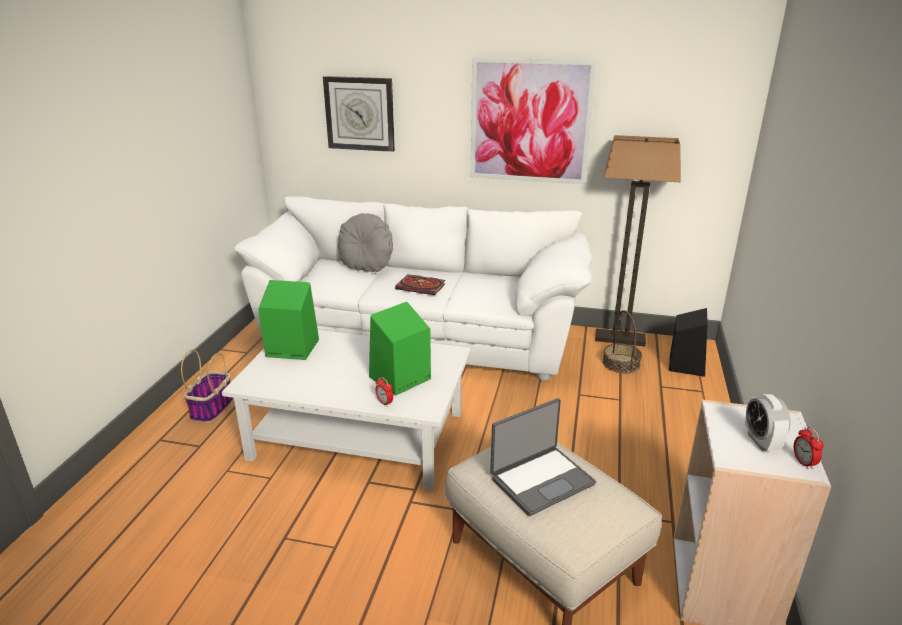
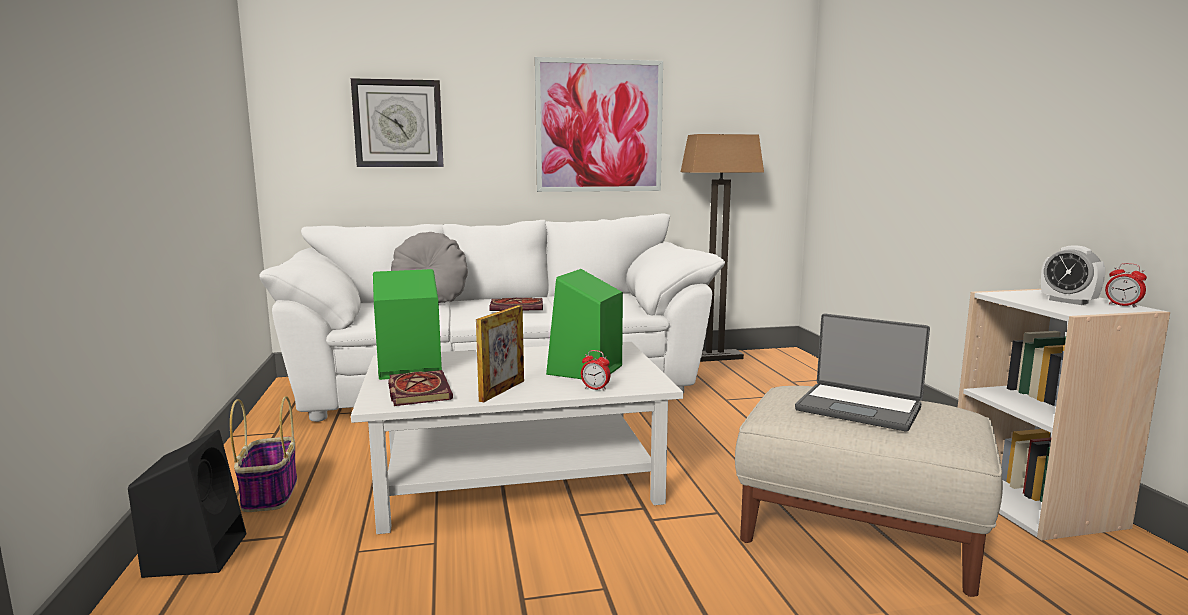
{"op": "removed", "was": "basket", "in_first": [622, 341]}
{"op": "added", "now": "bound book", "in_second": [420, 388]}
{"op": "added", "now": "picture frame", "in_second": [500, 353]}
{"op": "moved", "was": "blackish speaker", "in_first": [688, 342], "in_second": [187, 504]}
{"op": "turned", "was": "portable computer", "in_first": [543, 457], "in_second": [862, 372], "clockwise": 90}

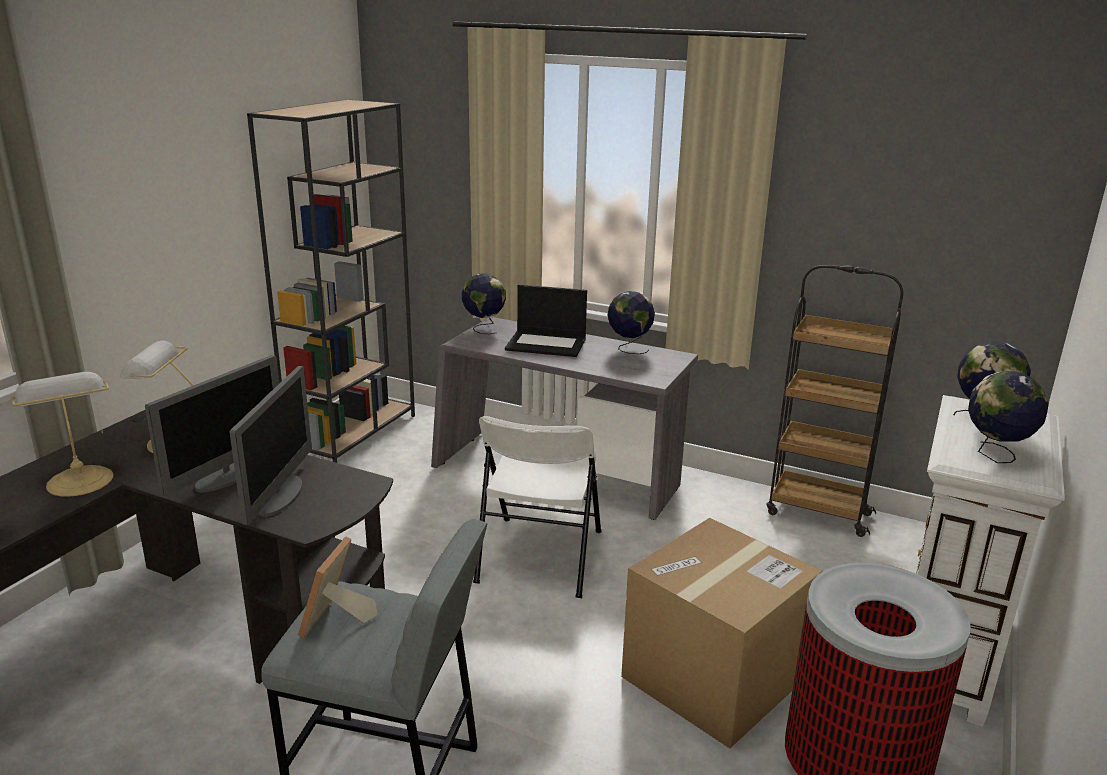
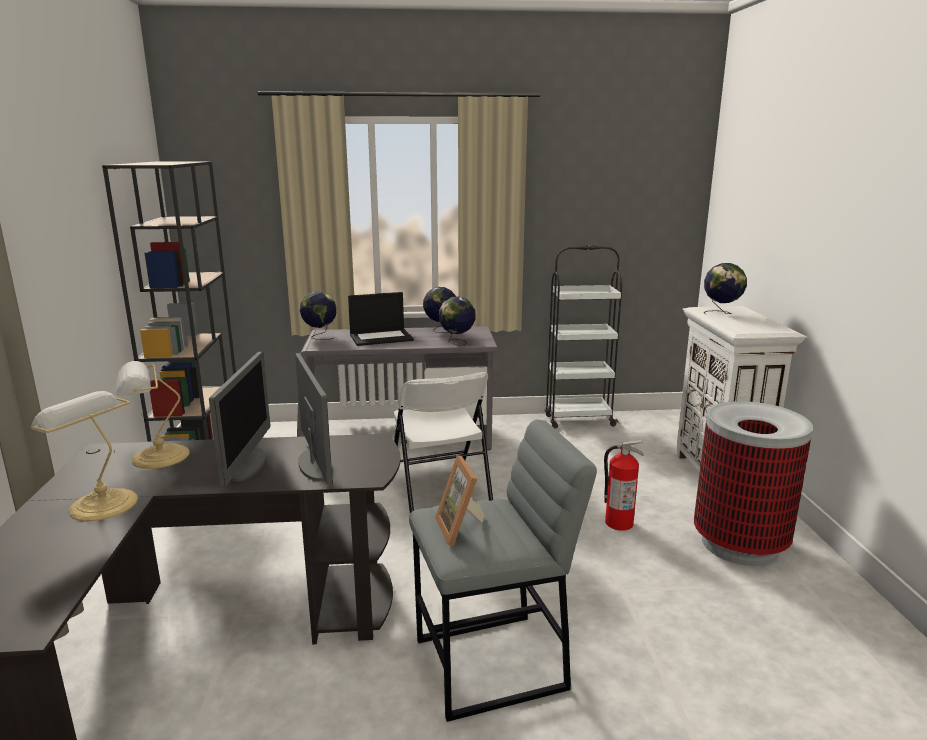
{"op": "moved", "was": "world globe", "in_first": [1008, 417], "in_second": [457, 321]}
{"op": "replaced", "was": "cardboard box", "now": "fire extinguisher", "in_first": [722, 633], "in_second": [623, 485]}
{"op": "recoloured", "was": "brown trolley", "now": "whitish trolley", "in_first": [834, 401], "in_second": [583, 337]}

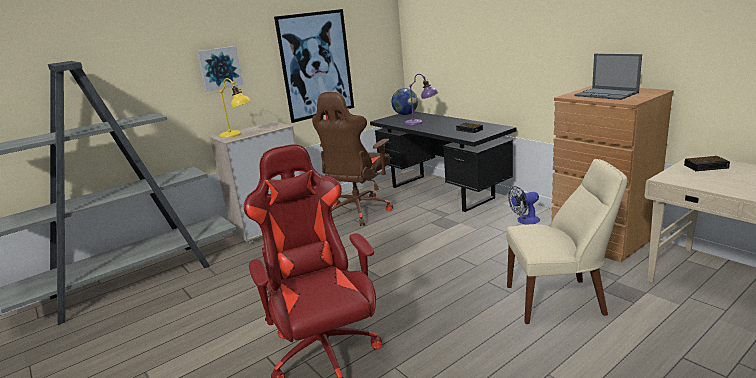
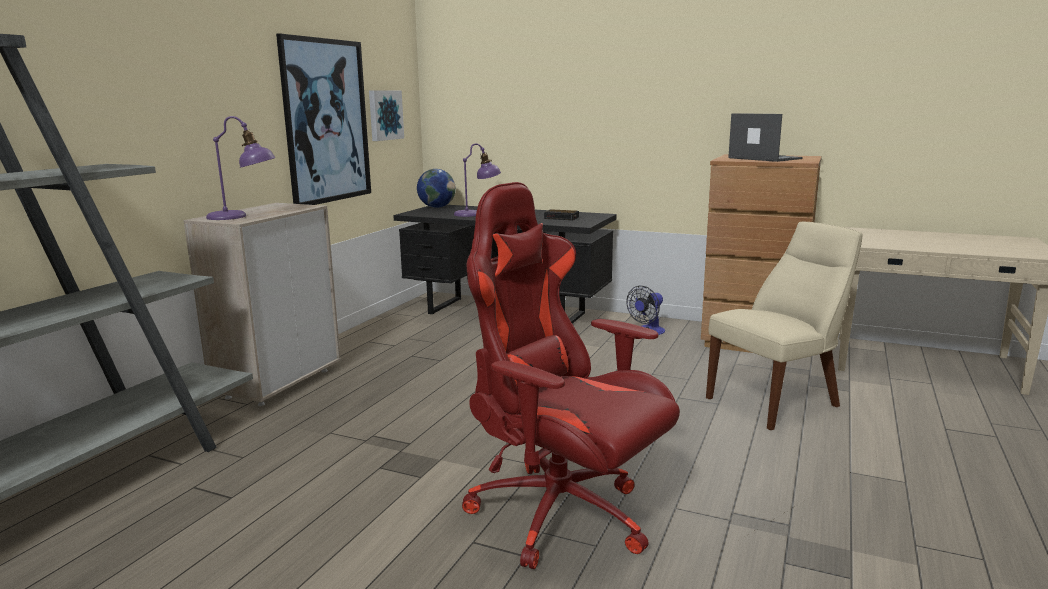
{"op": "removed", "was": "brown computer chair", "in_first": [352, 159]}
{"op": "removed", "was": "alarm clock", "in_first": [707, 163]}
{"op": "moved", "was": "picture", "in_first": [220, 69], "in_second": [386, 115]}
{"op": "recoloured", "was": "yellowish table lamp", "now": "purple table lamp", "in_first": [235, 108], "in_second": [241, 168]}
{"op": "turned", "was": "portable computer", "in_first": [608, 77], "in_second": [765, 137], "clockwise": -150}

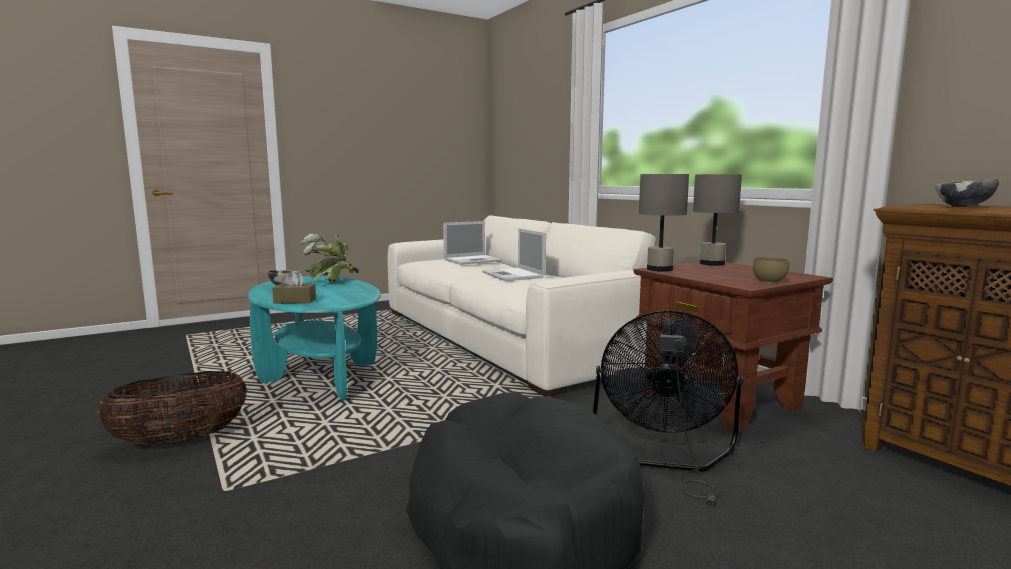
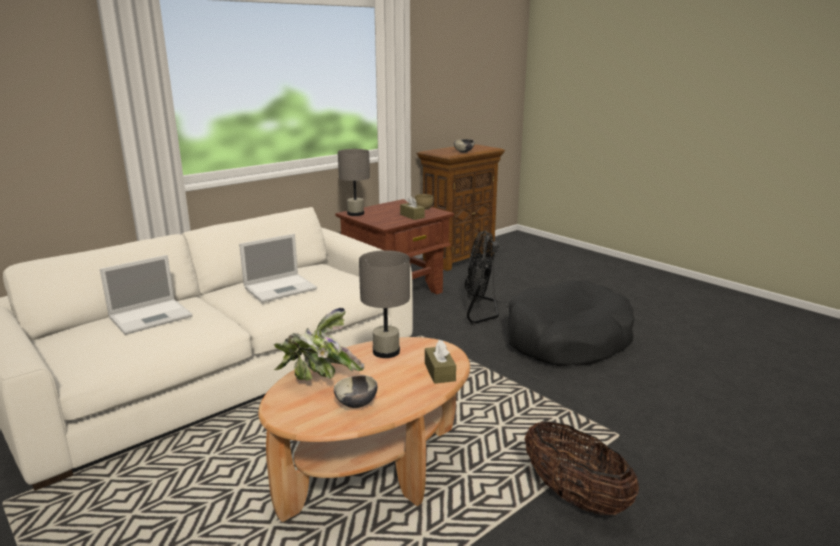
{"op": "added", "now": "brown box of tissues", "in_second": [412, 208]}
{"op": "moved", "was": "gray table lamp", "in_first": [664, 223], "in_second": [384, 304]}
{"op": "recoloured", "was": "blue-green low table", "now": "brown low table", "in_first": [314, 338], "in_second": [364, 429]}
{"op": "turned", "was": "portable computer", "in_first": [472, 243], "in_second": [146, 295], "clockwise": 90}

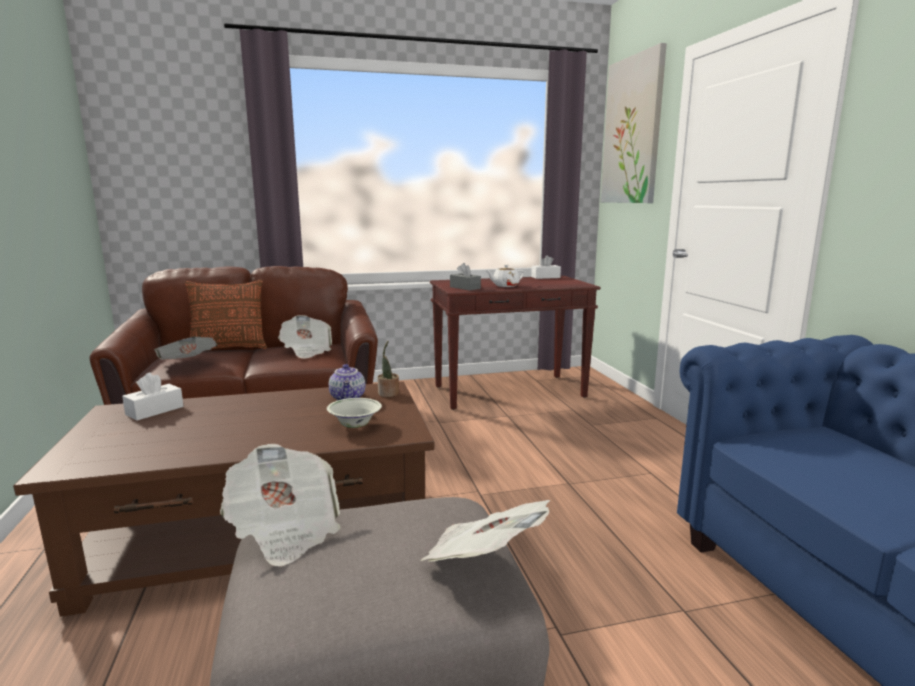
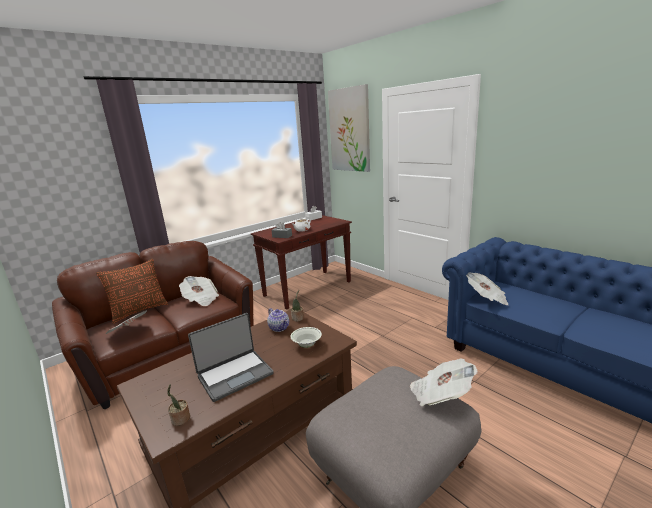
{"op": "removed", "was": "whitish box of tissues", "in_first": [153, 396]}
{"op": "added", "now": "houseplant", "in_second": [178, 405]}
{"op": "added", "now": "portable computer", "in_second": [231, 357]}
{"op": "moved", "was": "newspaper", "in_first": [280, 505], "in_second": [487, 289]}

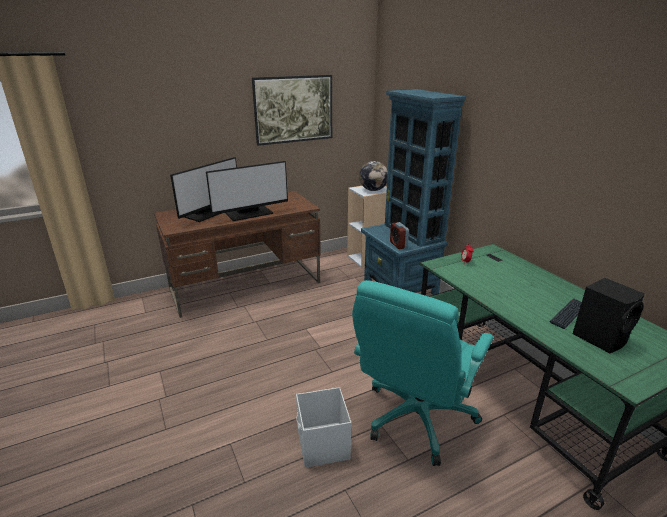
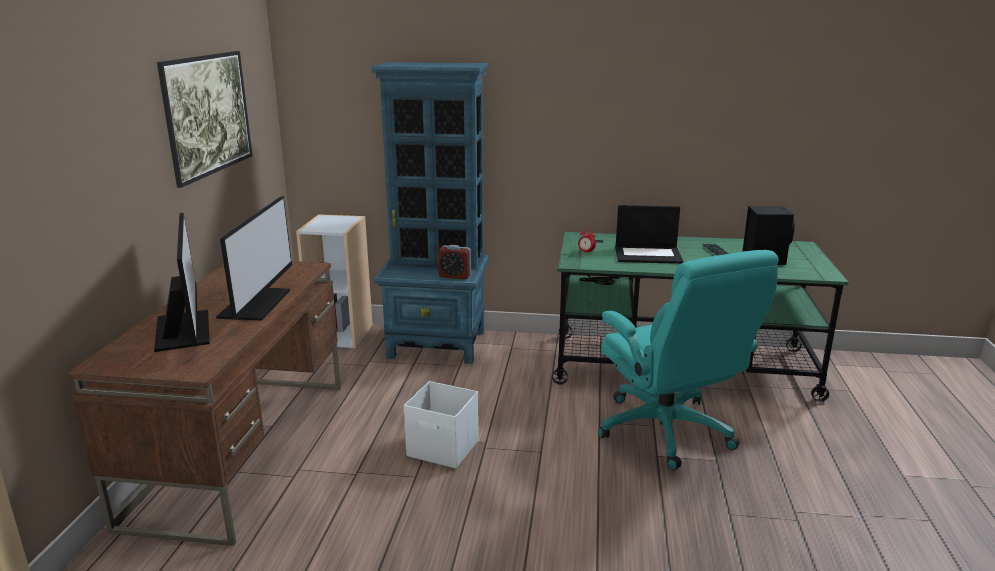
{"op": "removed", "was": "world globe", "in_first": [373, 176]}
{"op": "added", "now": "portable computer", "in_second": [649, 234]}
{"op": "moved", "was": "whitish storage bin", "in_first": [323, 427], "in_second": [441, 425]}

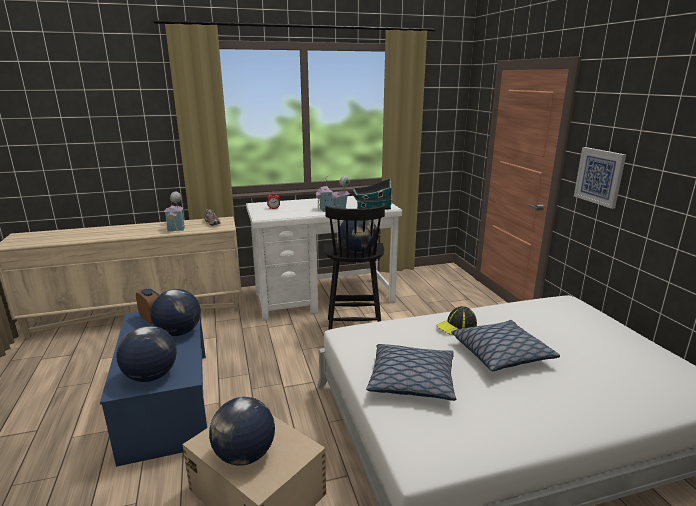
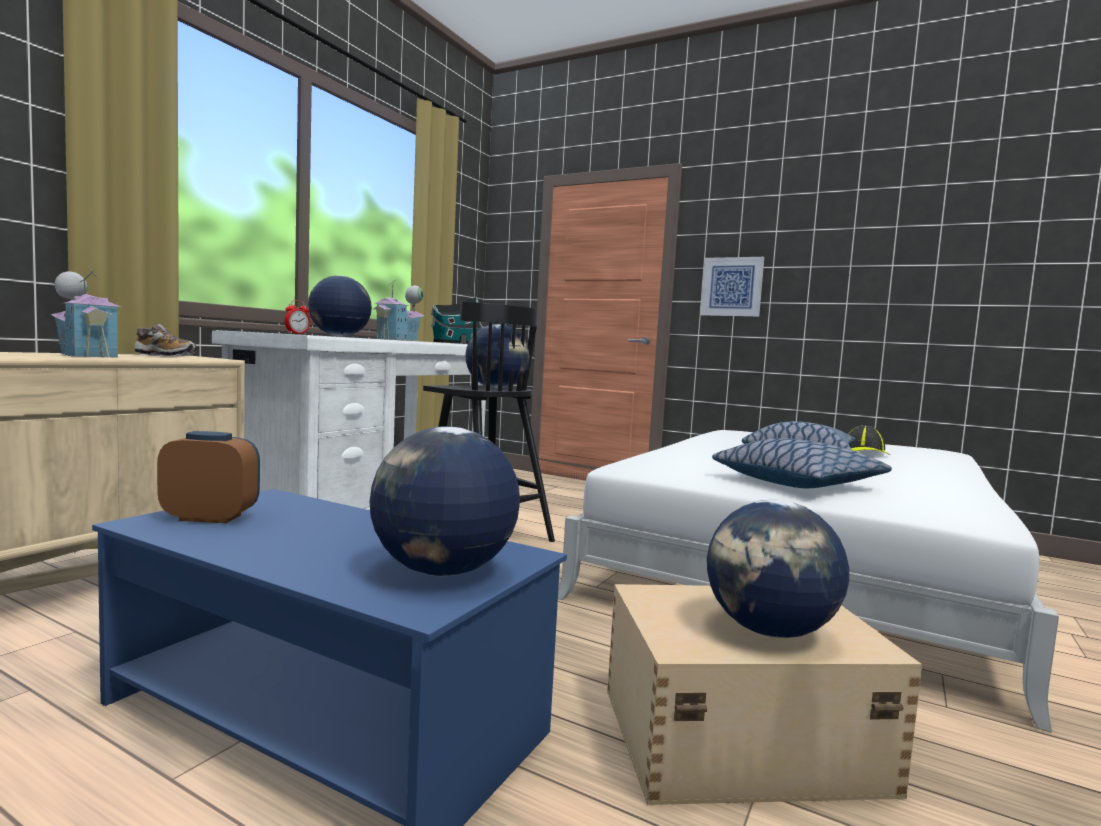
{"op": "moved", "was": "world globe", "in_first": [176, 312], "in_second": [340, 306]}
{"op": "moved", "was": "cap", "in_first": [456, 321], "in_second": [869, 440]}

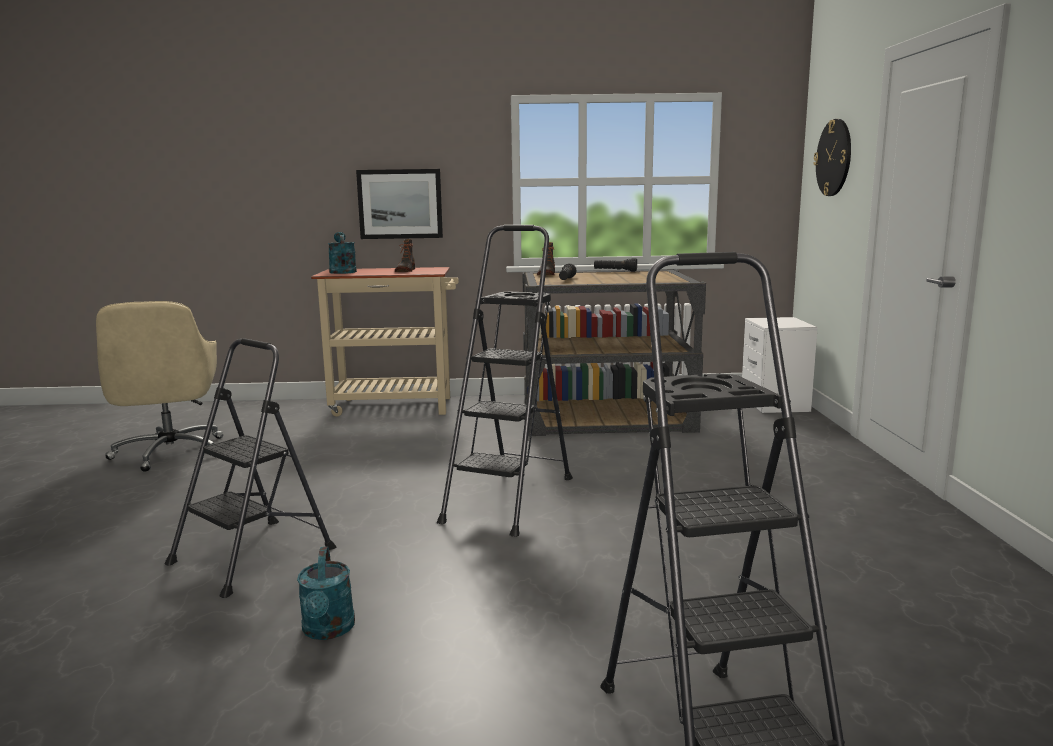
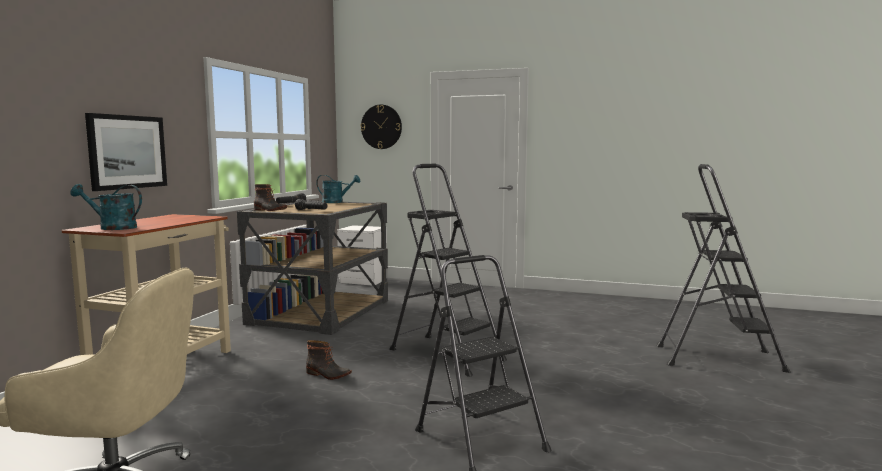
{"op": "moved", "was": "blue-green watering can", "in_first": [326, 593], "in_second": [338, 189]}
{"op": "moved", "was": "boot", "in_first": [405, 255], "in_second": [329, 360]}

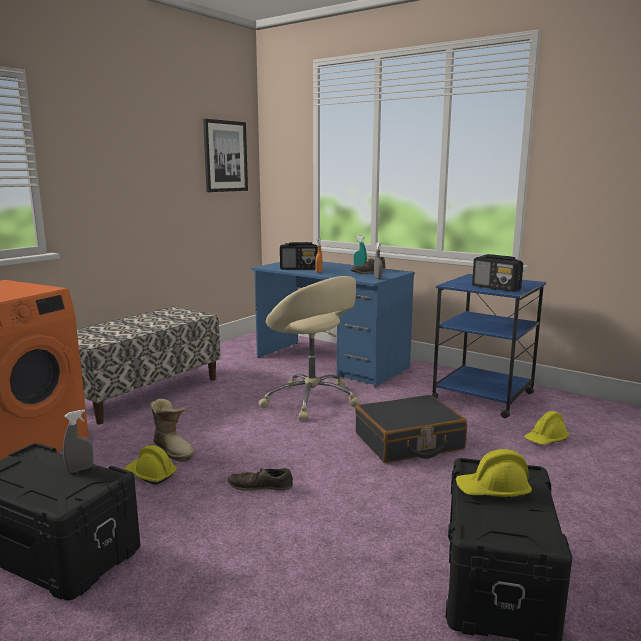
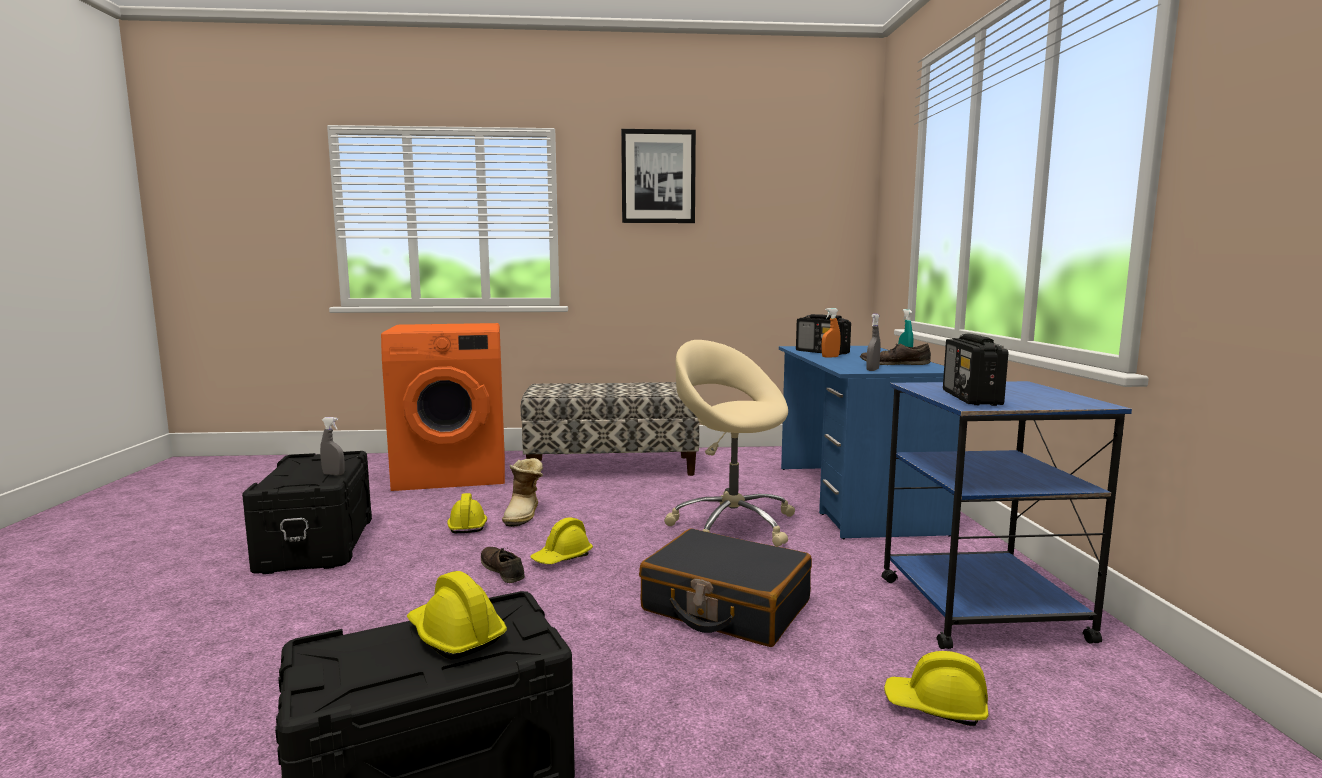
{"op": "added", "now": "yellowish safety helmet", "in_second": [561, 540]}
{"op": "moved", "was": "picture", "in_first": [225, 155], "in_second": [658, 176]}
{"op": "turned", "was": "sand-coloured computer chair", "in_first": [309, 348], "in_second": [729, 443], "clockwise": 120}

